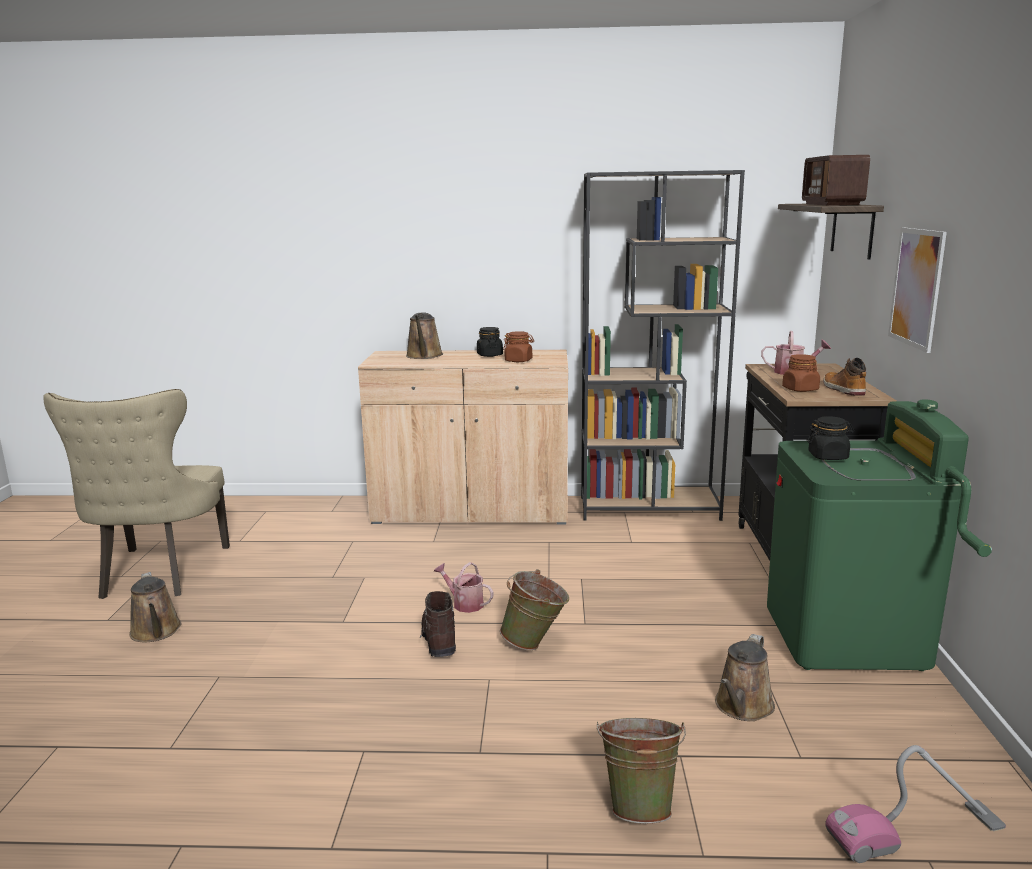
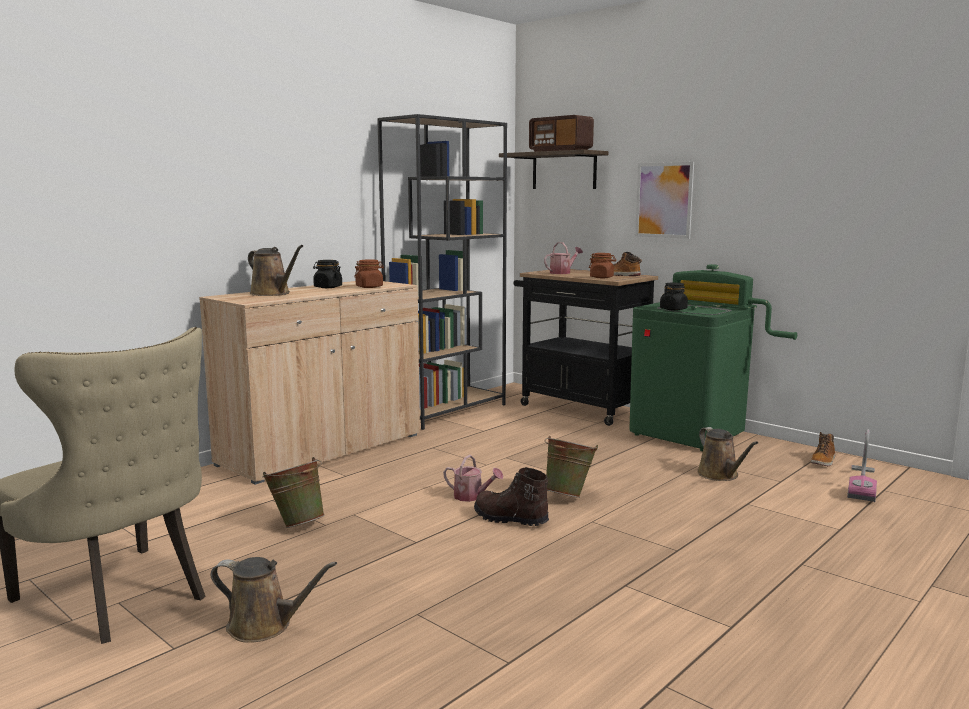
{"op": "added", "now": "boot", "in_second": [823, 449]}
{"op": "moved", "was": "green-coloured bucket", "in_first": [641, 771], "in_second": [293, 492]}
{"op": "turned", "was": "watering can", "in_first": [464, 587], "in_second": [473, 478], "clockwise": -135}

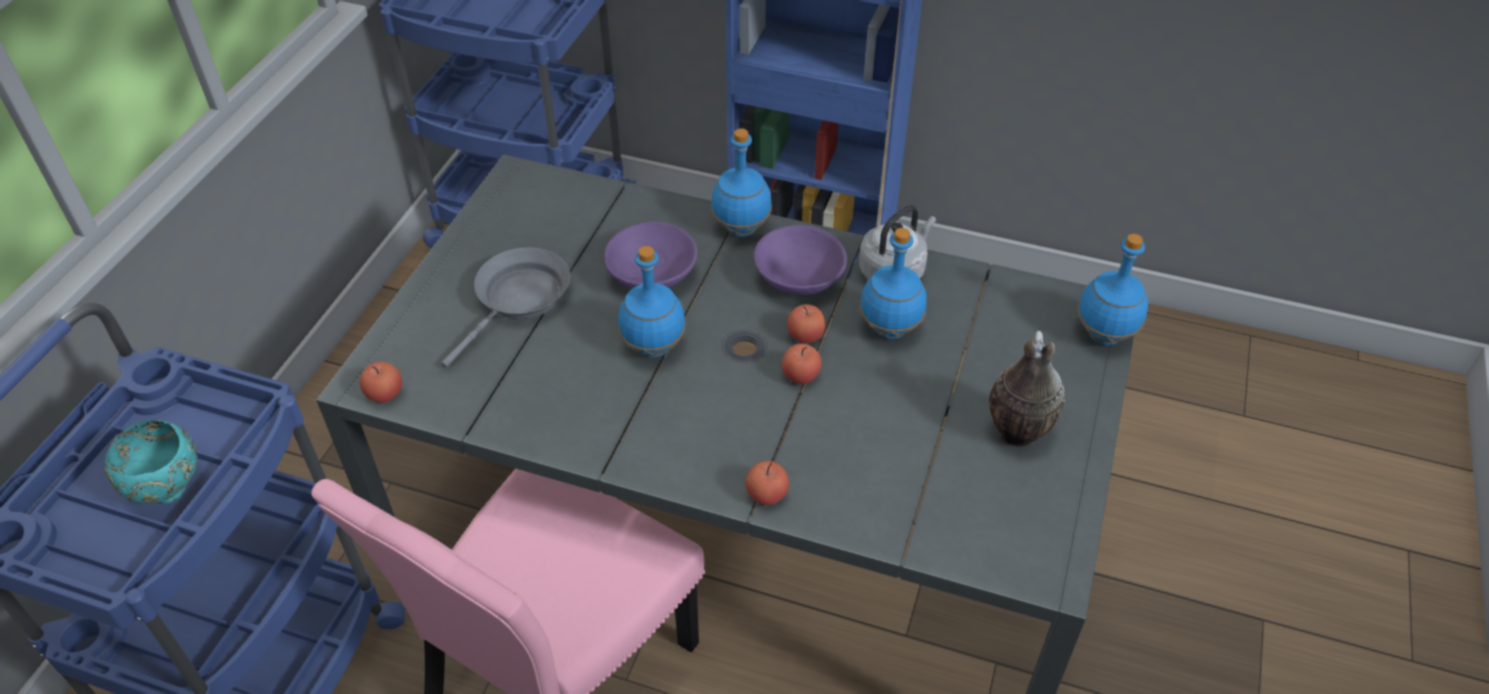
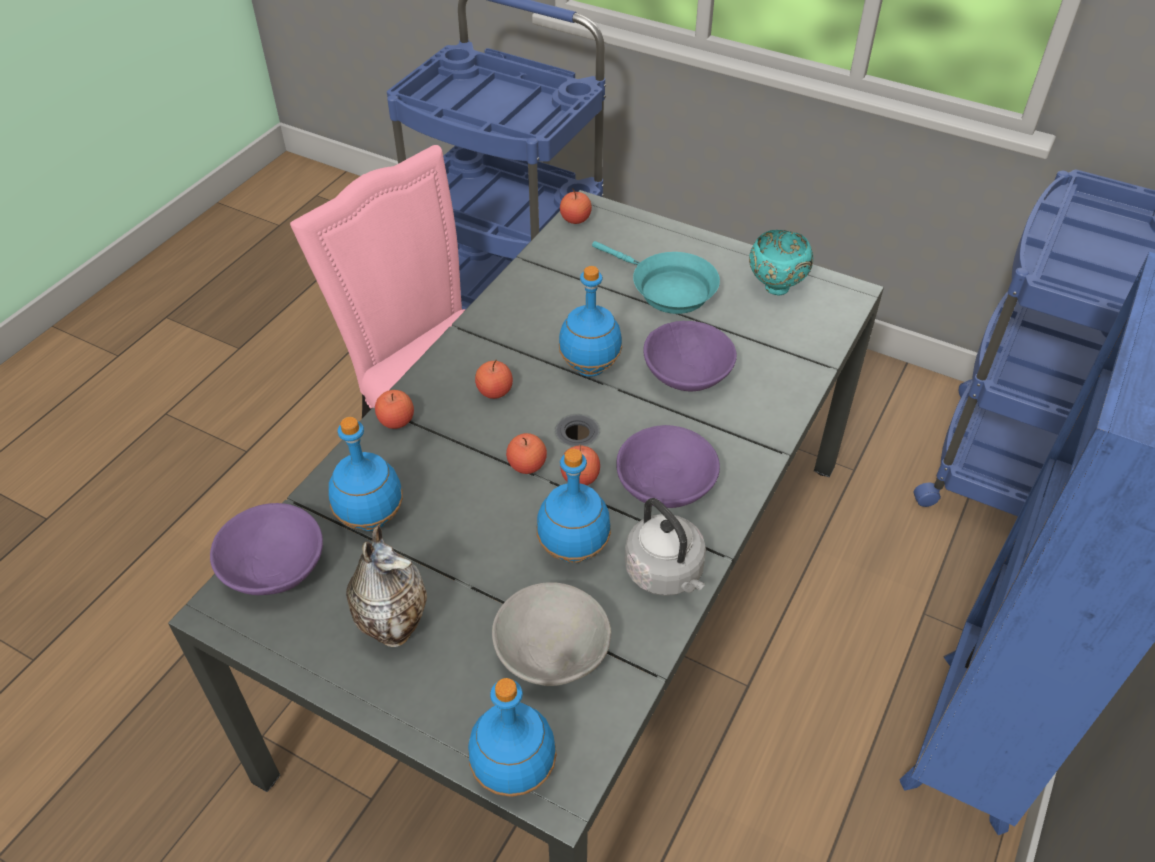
{"op": "added", "now": "purple deep dish", "in_second": [266, 549]}
{"op": "added", "now": "whole apple", "in_second": [494, 379]}
{"op": "added", "now": "gray deep dish", "in_second": [551, 634]}
{"op": "moved", "was": "blue-green deep dish", "in_first": [151, 461], "in_second": [781, 263]}
{"op": "moved", "was": "blue beverage bottle", "in_first": [741, 182], "in_second": [365, 474]}
{"op": "recoloured", "was": "gray pan", "now": "blue-green pan", "in_first": [505, 307], "in_second": [656, 277]}

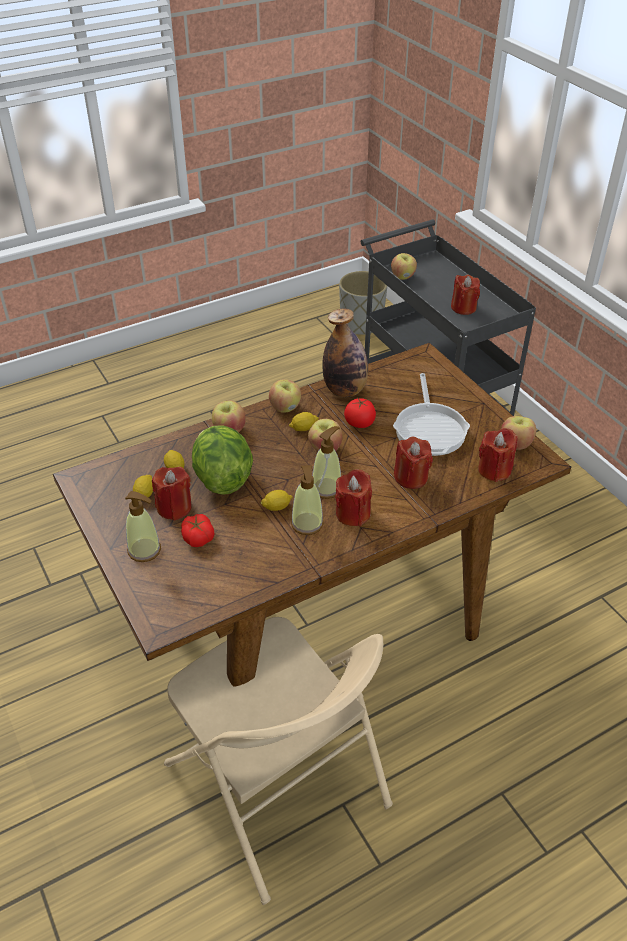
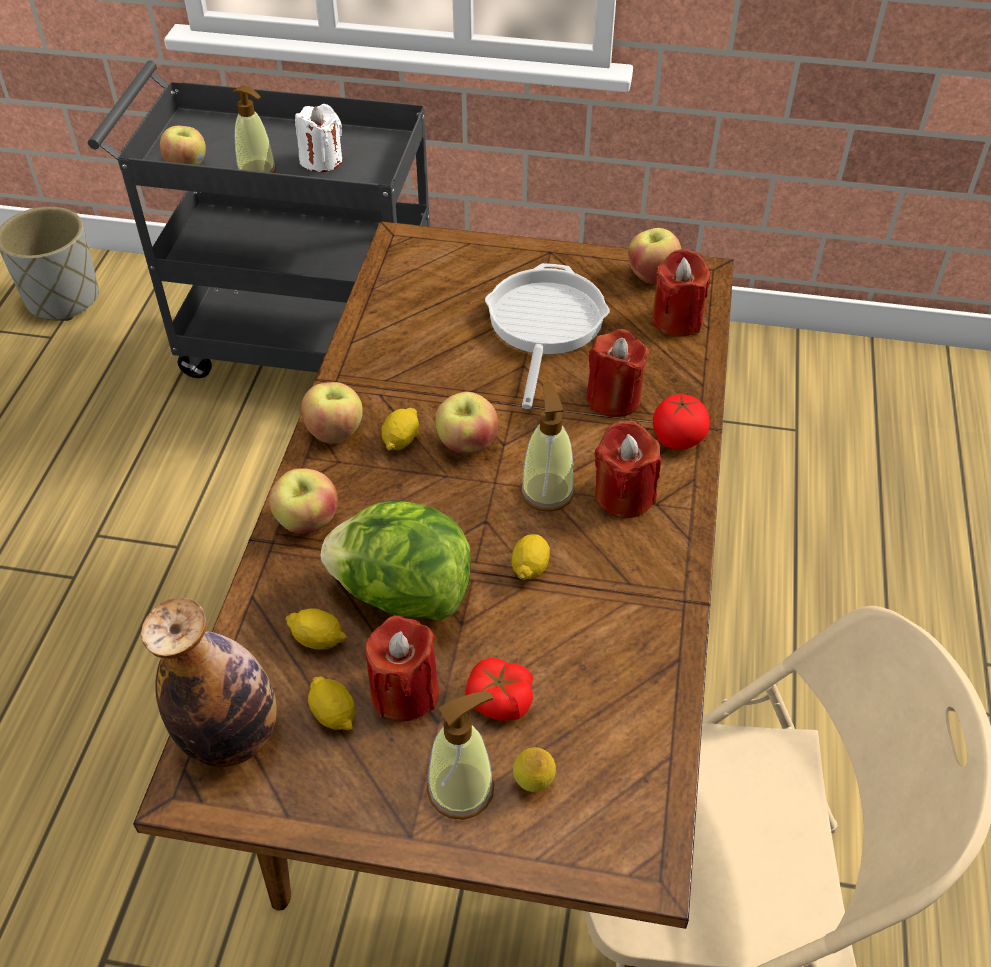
{"op": "added", "now": "citrus fruit", "in_second": [534, 769]}
{"op": "moved", "was": "soap bottle", "in_first": [307, 500], "in_second": [254, 129]}
{"op": "moved", "was": "beverage bottle", "in_first": [345, 353], "in_second": [209, 682]}
{"op": "moved", "was": "tomato", "in_first": [360, 413], "in_second": [681, 422]}
{"op": "recoloured", "was": "red-coloured wax light", "now": "whitish wax light", "in_first": [465, 295], "in_second": [318, 138]}
{"op": "turned", "was": "pan", "in_first": [431, 414], "in_second": [547, 336], "clockwise": -120}

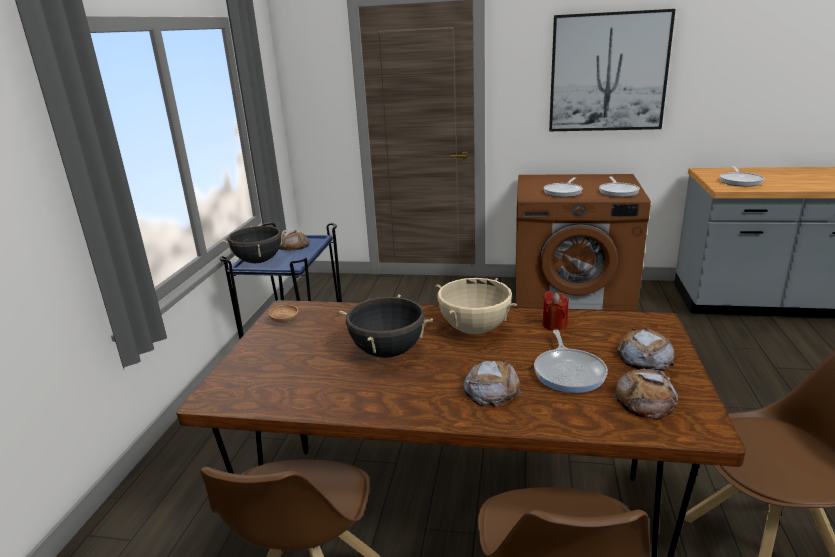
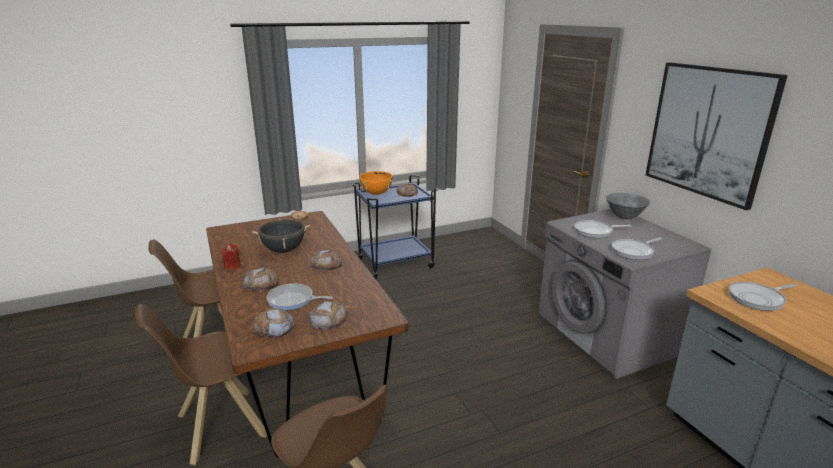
{"op": "added", "now": "gray deep dish", "in_second": [628, 206]}
{"op": "moved", "was": "red-coloured wax light", "in_first": [555, 310], "in_second": [231, 256]}
{"op": "replaced", "was": "sand-coloured stockpot", "now": "bread", "in_first": [476, 306], "in_second": [327, 260]}
{"op": "recoloured", "was": "blackish stockpot", "now": "orange-coloured stockpot", "in_first": [254, 244], "in_second": [376, 183]}
{"op": "recoloured", "was": "brown laundry machine", "now": "gray laundry machine", "in_first": [583, 243], "in_second": [625, 294]}
{"op": "turned", "was": "pan", "in_first": [571, 361], "in_second": [300, 297], "clockwise": 45}

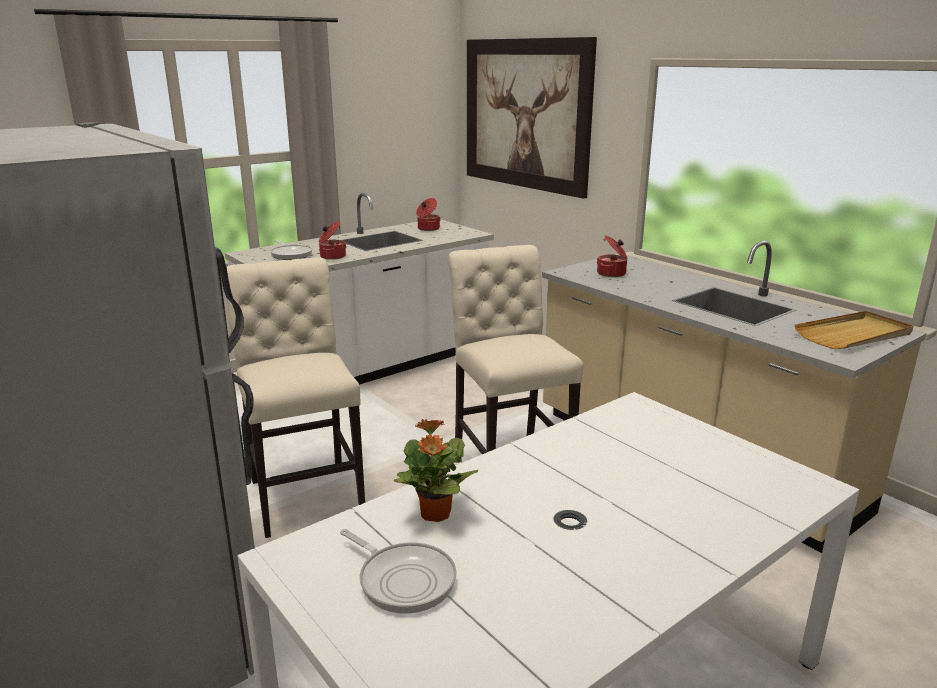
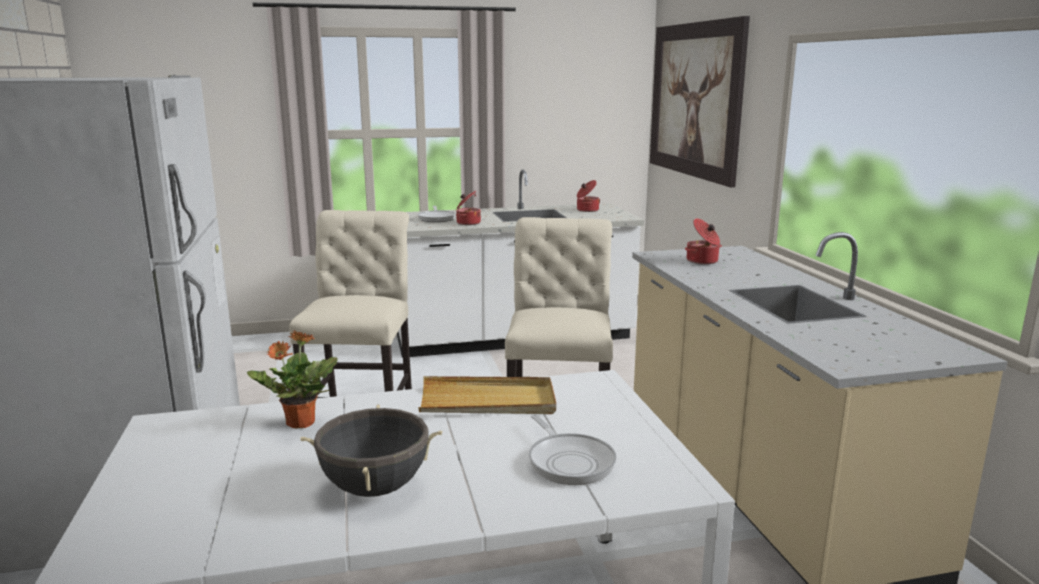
{"op": "added", "now": "blackish stockpot", "in_second": [371, 450]}
{"op": "moved", "was": "pan", "in_first": [398, 571], "in_second": [573, 449]}
{"op": "moved", "was": "sand-coloured serving tray", "in_first": [854, 330], "in_second": [487, 395]}

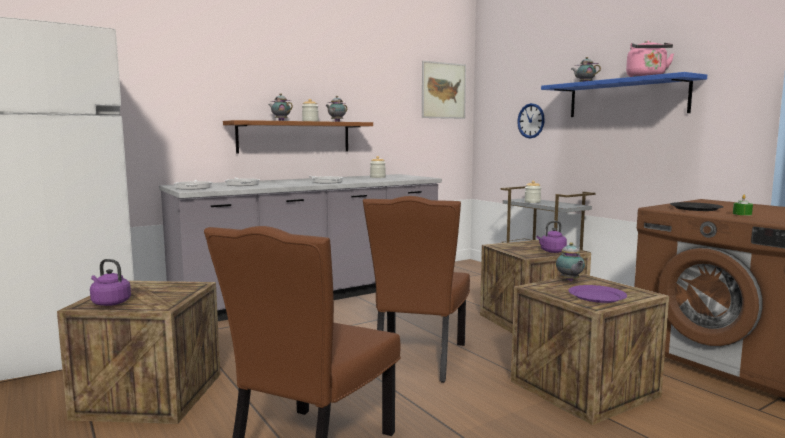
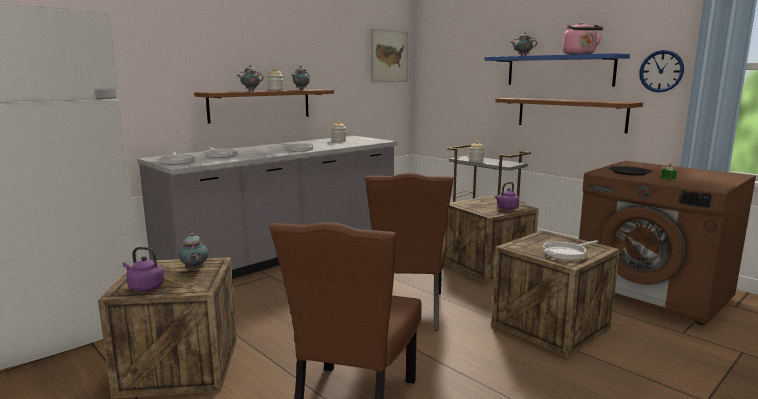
{"op": "added", "now": "brown wall shelf", "in_second": [569, 115]}
{"op": "moved", "was": "wall clock", "in_first": [531, 120], "in_second": [661, 71]}
{"op": "moved", "was": "tea pot", "in_first": [570, 261], "in_second": [193, 252]}
{"op": "replaced", "was": "purple dinner plate", "now": "pan", "in_first": [597, 294], "in_second": [570, 250]}

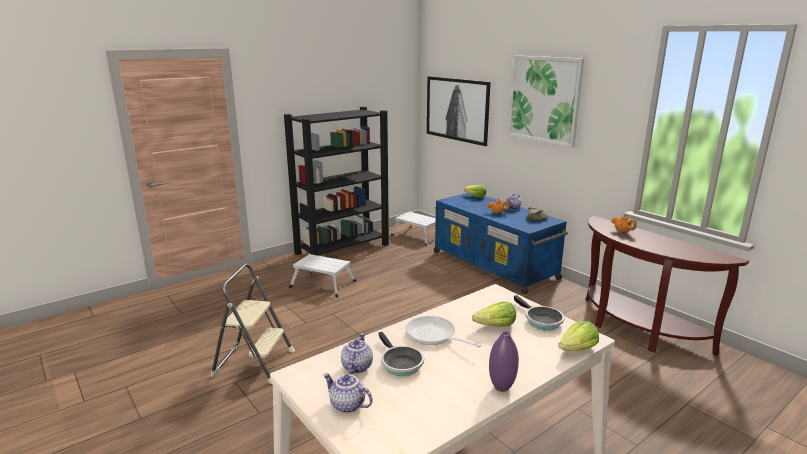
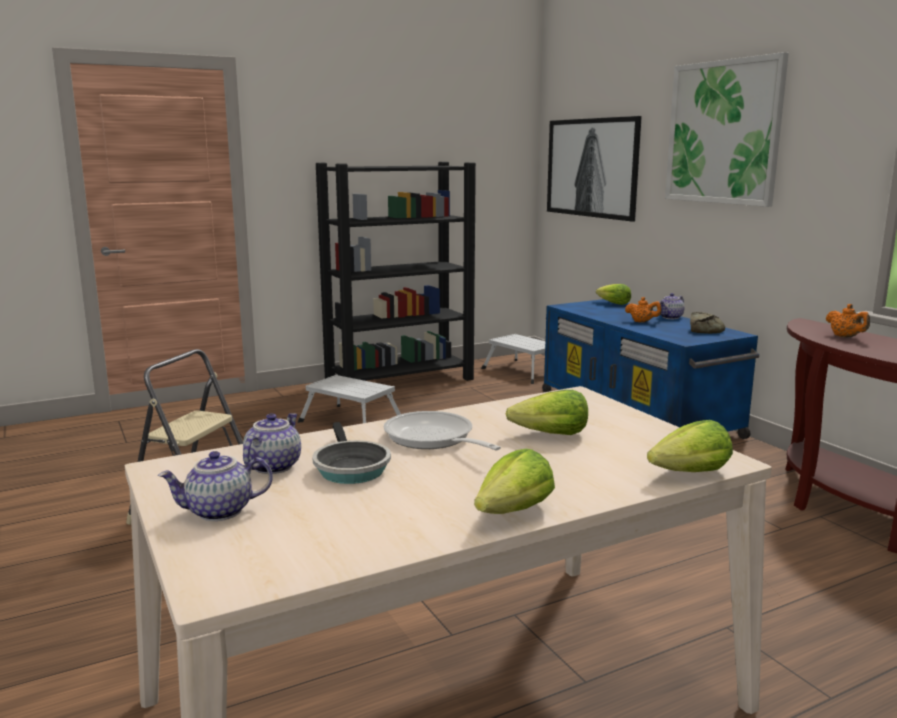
{"op": "removed", "was": "pan", "in_first": [539, 312]}
{"op": "replaced", "was": "purple decorative vase", "now": "lettuce", "in_first": [504, 361], "in_second": [514, 481]}
{"op": "turned", "was": "tea pot", "in_first": [348, 393], "in_second": [215, 486], "clockwise": -60}

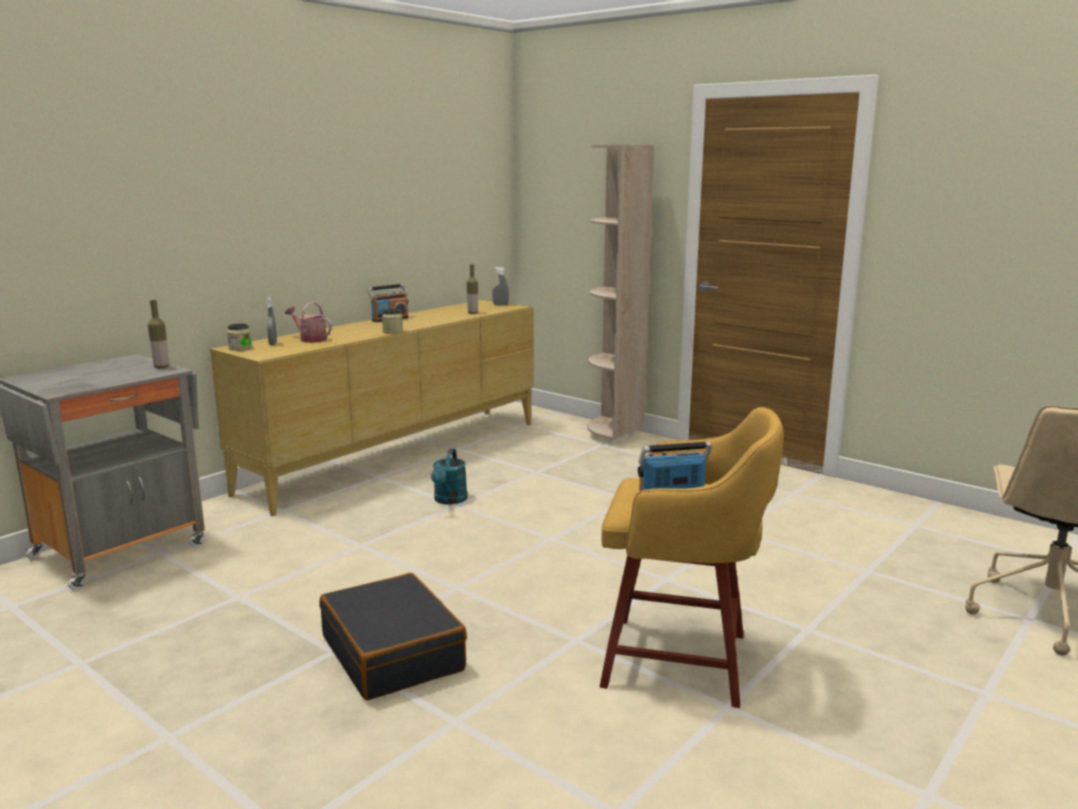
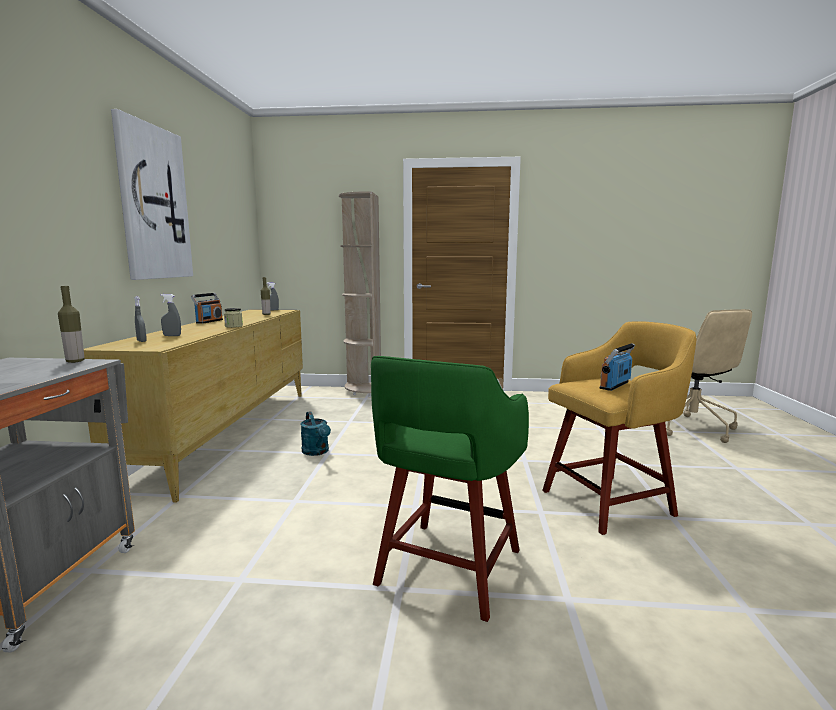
{"op": "removed", "was": "storage jar", "in_first": [239, 337]}
{"op": "added", "now": "picture", "in_second": [152, 194]}
{"op": "replaced", "was": "watering can", "now": "gray spray bottle", "in_first": [308, 322], "in_second": [171, 315]}
{"op": "replaced", "was": "blackish suitcase", "now": "green-coloured sitting stool", "in_first": [393, 636], "in_second": [450, 489]}

